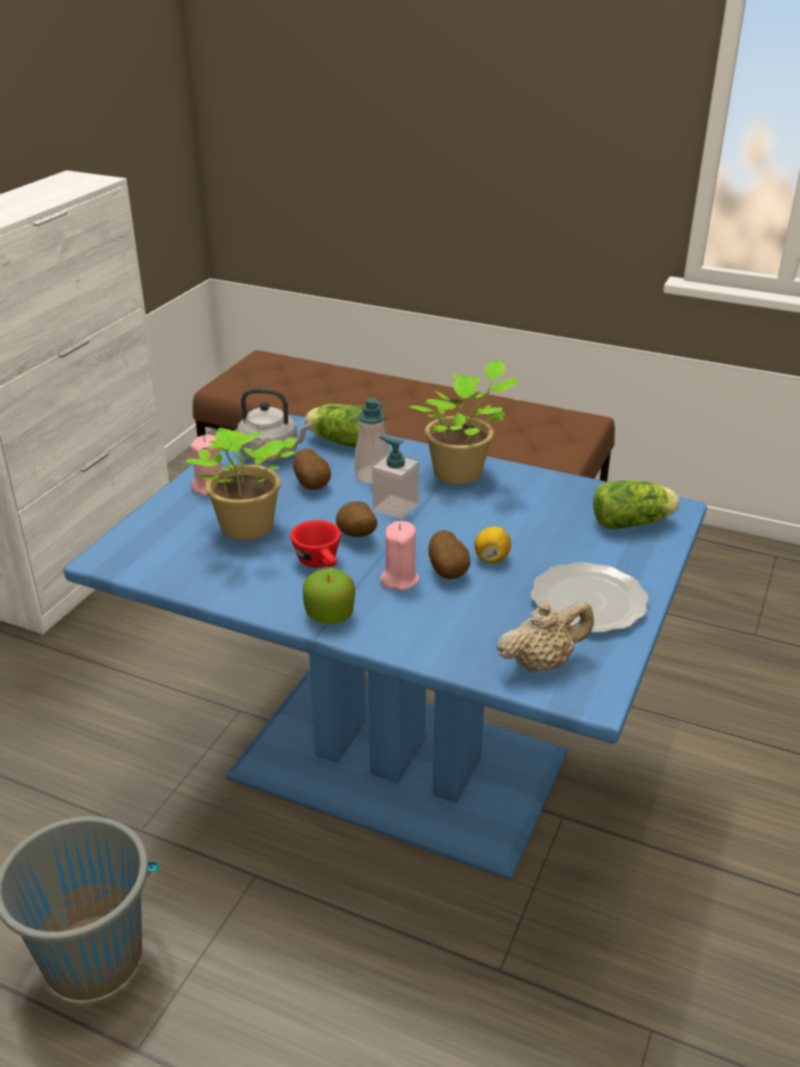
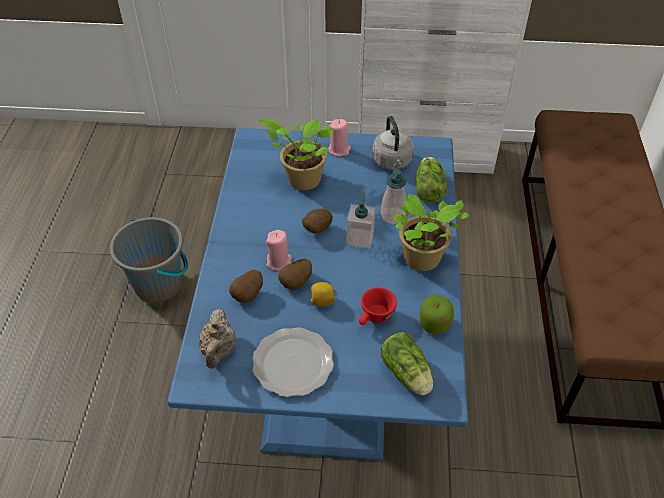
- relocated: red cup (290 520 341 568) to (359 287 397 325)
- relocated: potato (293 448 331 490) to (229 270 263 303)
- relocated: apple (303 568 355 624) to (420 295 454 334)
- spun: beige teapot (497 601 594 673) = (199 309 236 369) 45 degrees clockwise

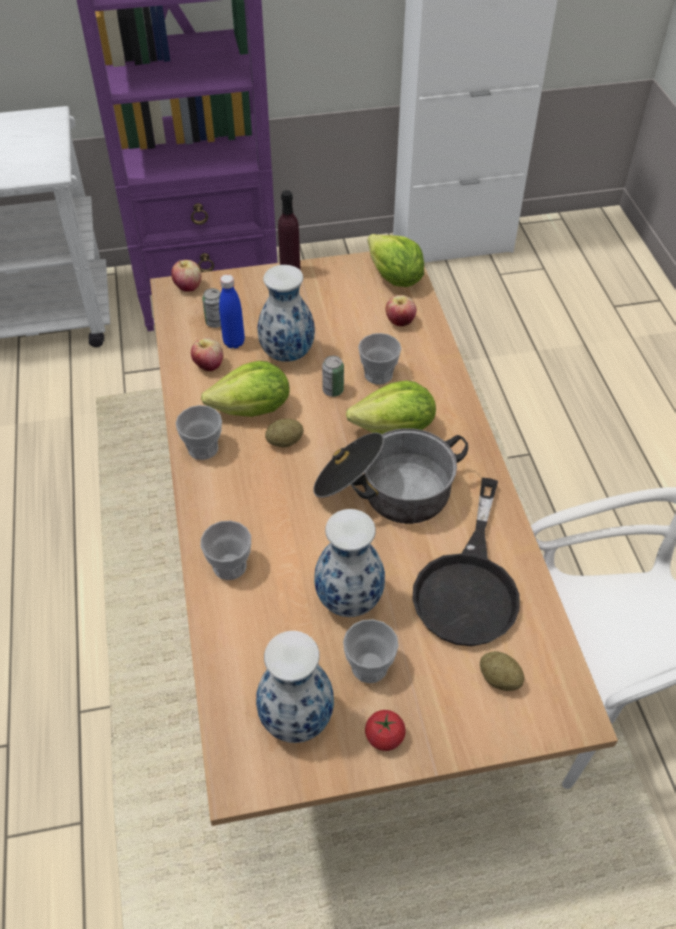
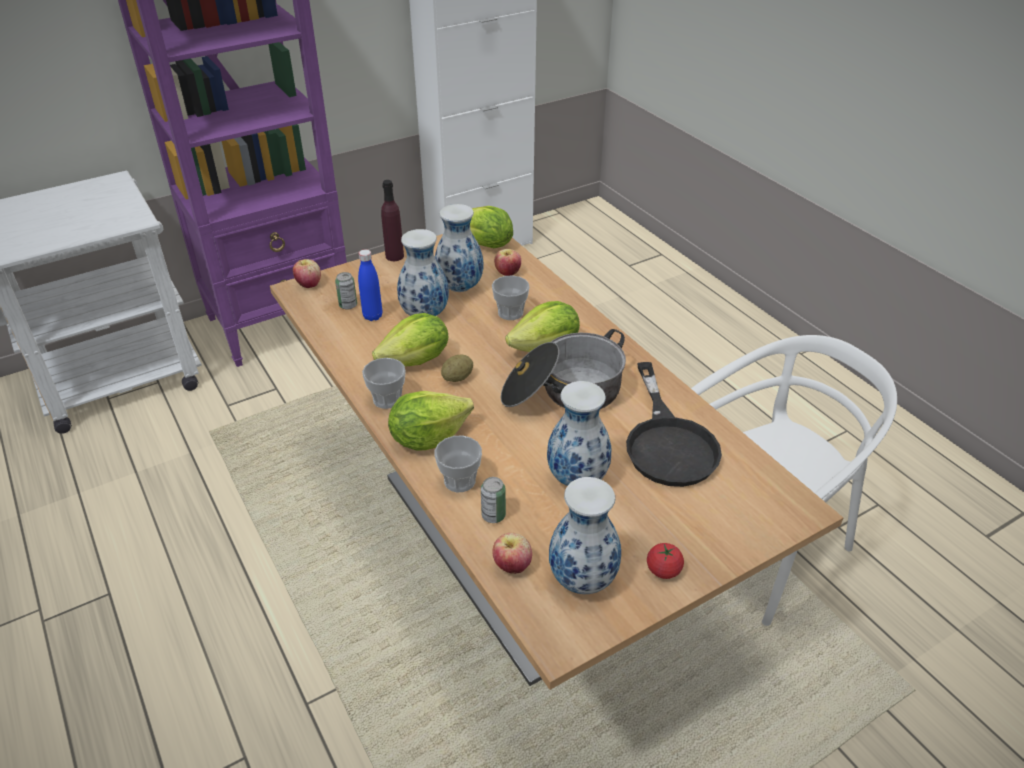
- missing: cup (343 619 399 683)
- missing: potato (480 651 525 691)
- appeared: lettuce (388 391 474 451)
- appeared: vase (435 204 484 292)
- relocated: apple (191 338 223 371) to (492 533 532 574)
- relocated: can (322 355 344 397) to (481 477 506 523)

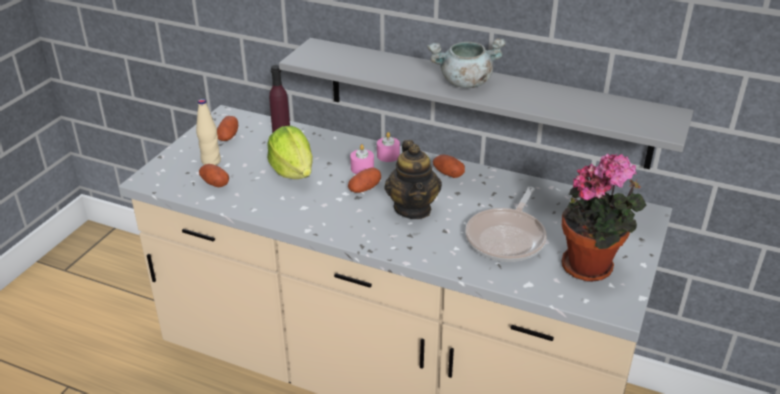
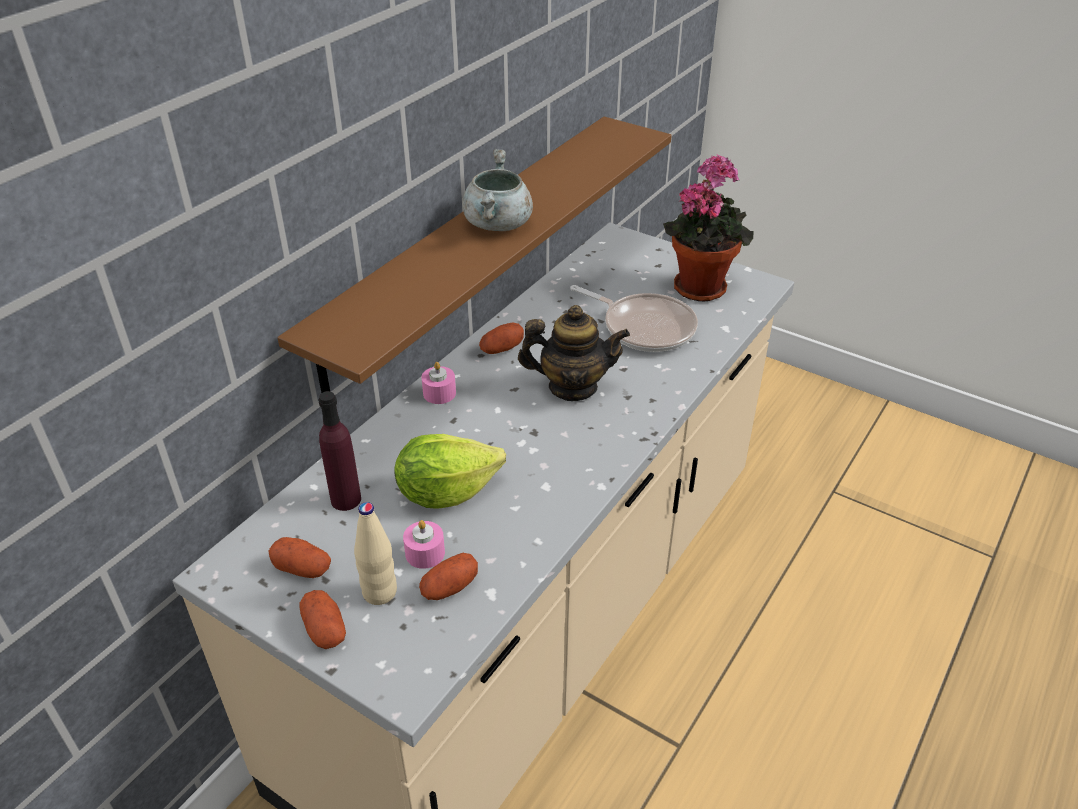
- relocated: potato (348 167 381 193) to (300 590 346 649)
- relocated: pink candle (350 144 374 174) to (403 520 445 569)
- colour: grey shelf (279 38 694 169) to brown shelf (277 117 672 393)

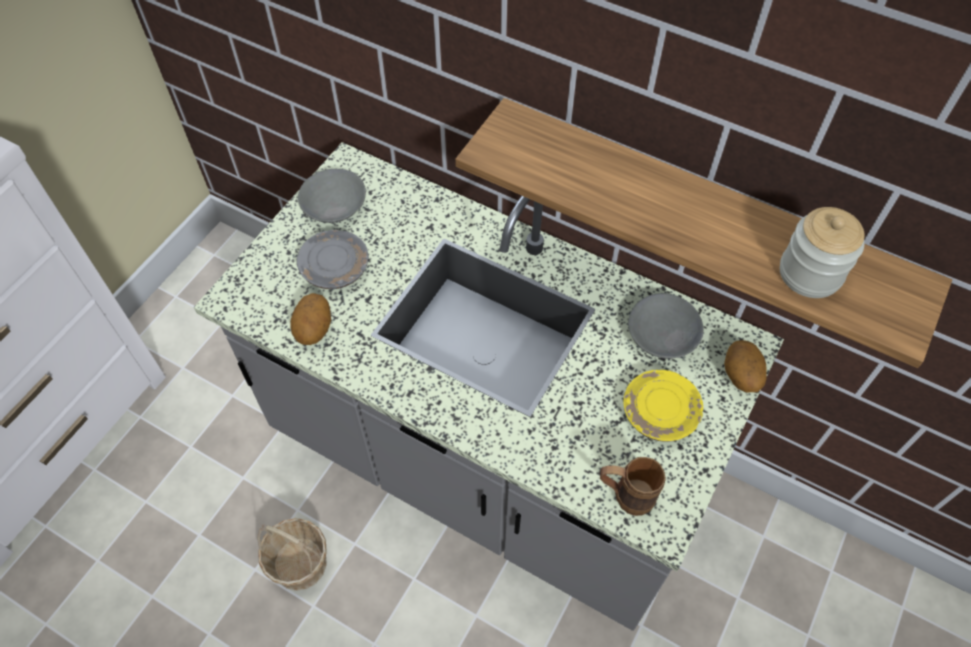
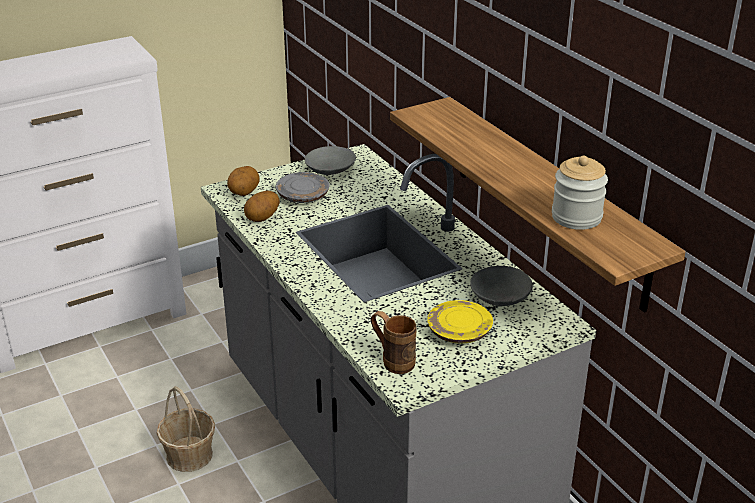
- relocated: potato (724 340 767 392) to (227 166 260 196)

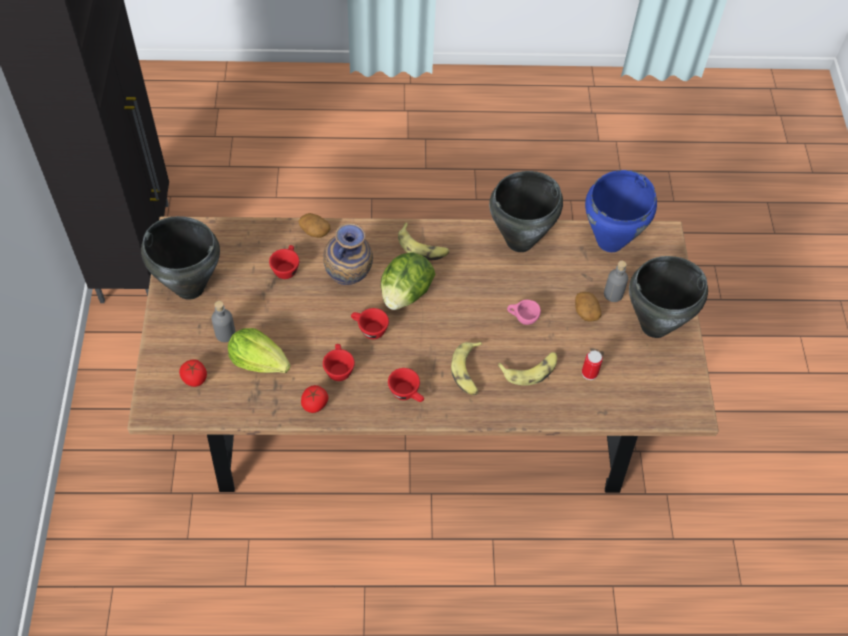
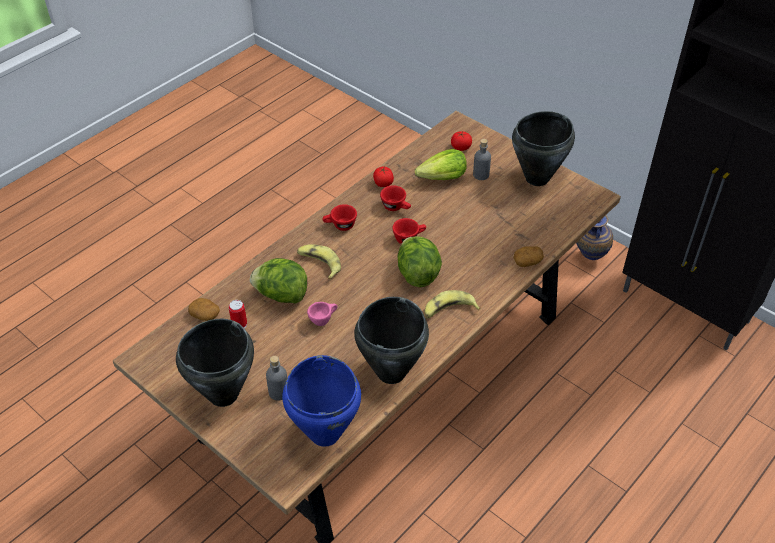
- missing: red cup (269 245 299 279)
- relocated: vase (323 223 373 285) to (576 215 613 260)
- relocated: potato (575 292 601 322) to (188 298 220 321)
- exchanged: banana (498 352 557 385) to lettuce (250 258 307 304)

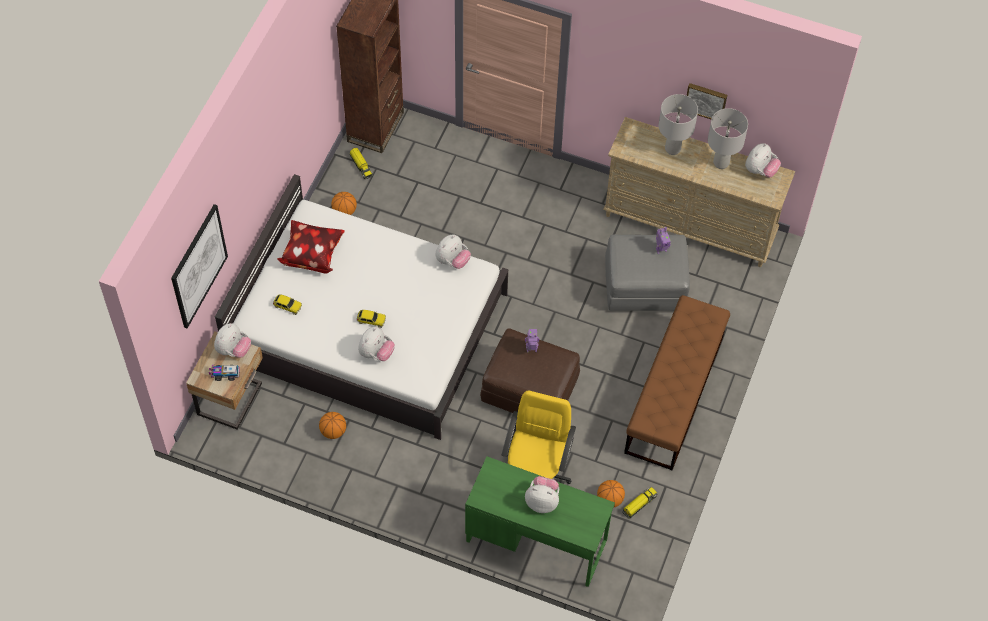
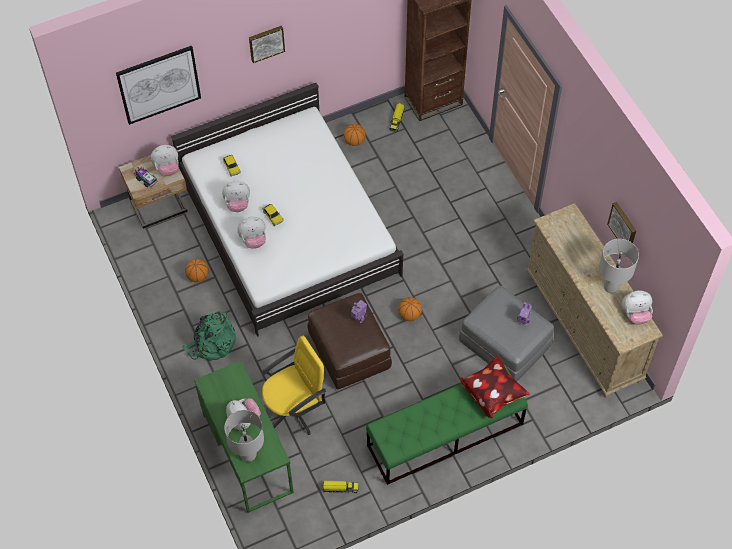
- appeared: green backpack (182 311 236 360)
- appeared: picture (249 26 285 63)
- relocated: pillow (277 220 345 274) to (461 355 530 418)
- relocated: plush toy (436 234 471 269) to (222 181 250 212)
- relocated: basketball (597 480 625 508) to (398 297 422 321)
- relocated: grey table lamp (658 94 698 155) to (224 410 264 462)
- colour: brown bench (624 295 730 470) to green bench (366 365 528 485)

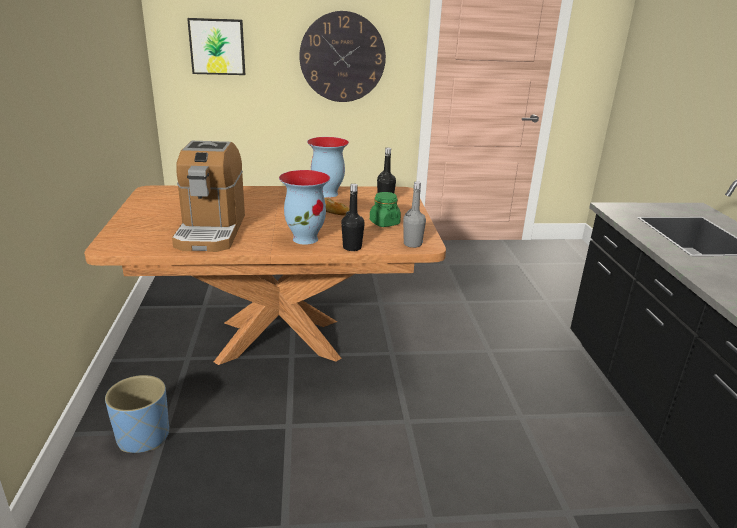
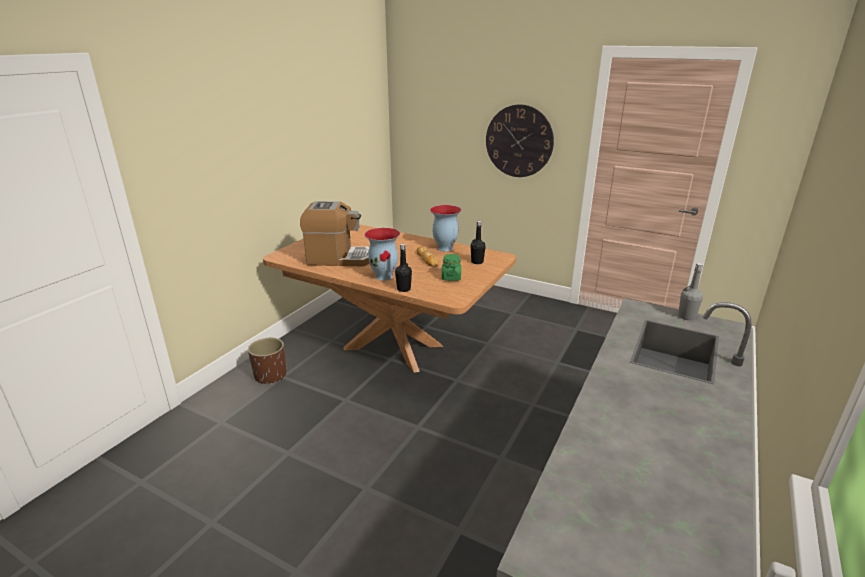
- missing: picture (187 18 245 75)
- relocated: grey bottle (403 182 426 248) to (678 263 703 320)
- colour: blue planter (105 375 169 453) to brown planter (248 338 286 385)
- spun: coffee machine (172 141 245 252) = (300 201 370 266) 120 degrees counterclockwise

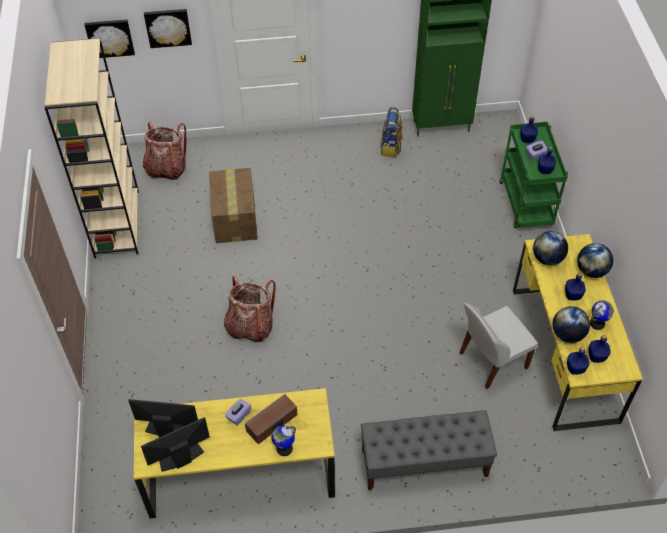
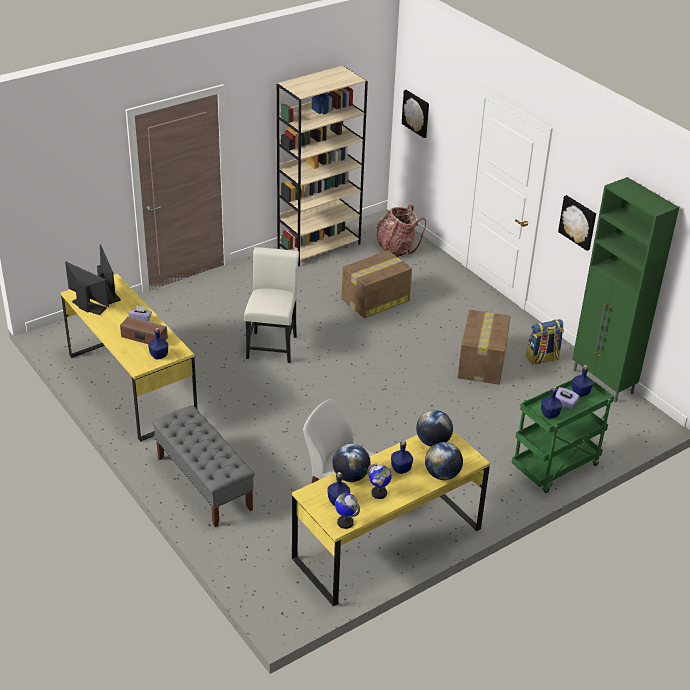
- appeared: cardboard box (458 310 511 385)
- relocated: picture (144 9 192 48) to (558 195 596 251)
- relocated: globe (272 425 296 456) to (335 493 360 529)
- relocated: blue bottle (567 347 589 375) to (148 328 168 360)
- exchanged: backpack (224 275 276 342) to white chair (244 247 299 363)

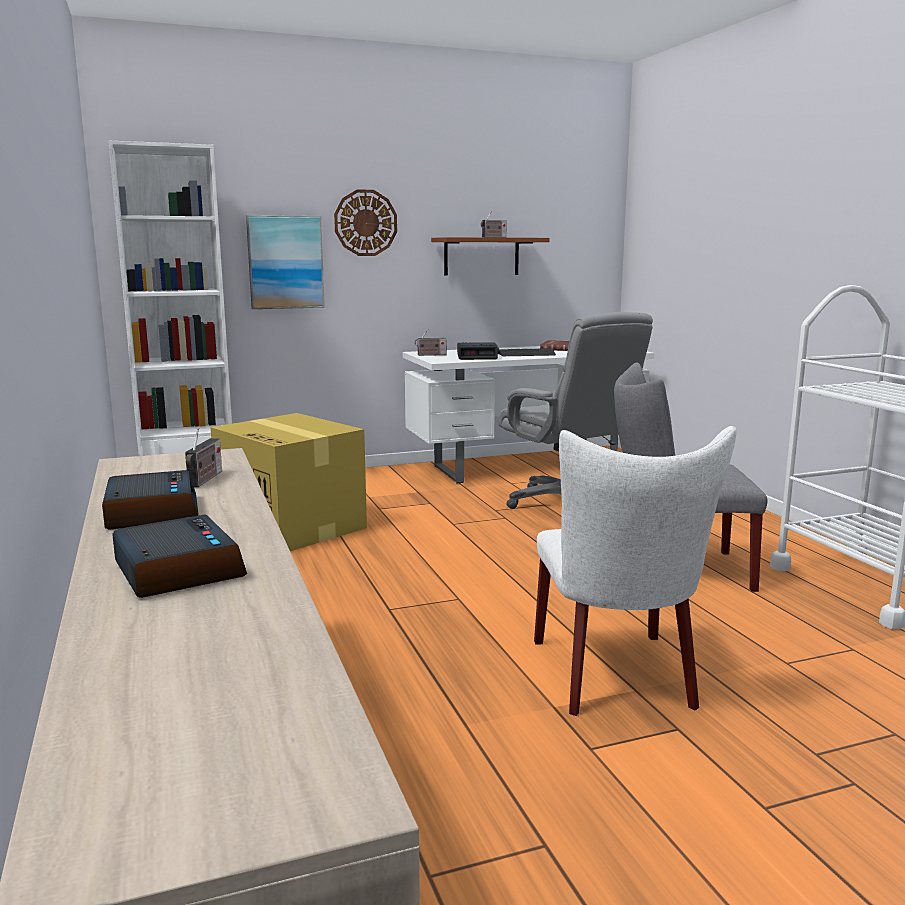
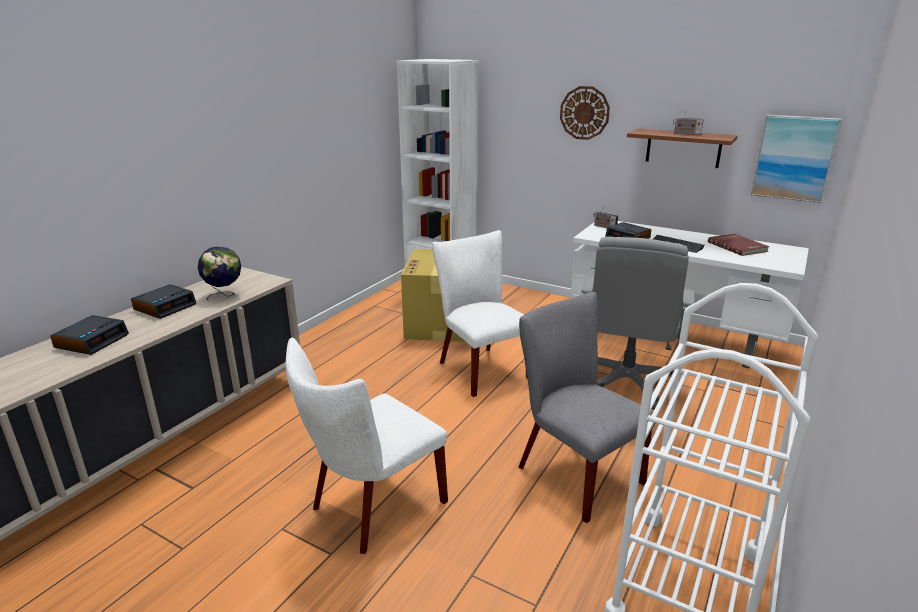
- appeared: white chair (432 230 527 397)
- relocated: picture (246 215 325 309) to (751 115 842 203)
- exchanged: radio (185 428 222 487) to globe (198 246 241 300)

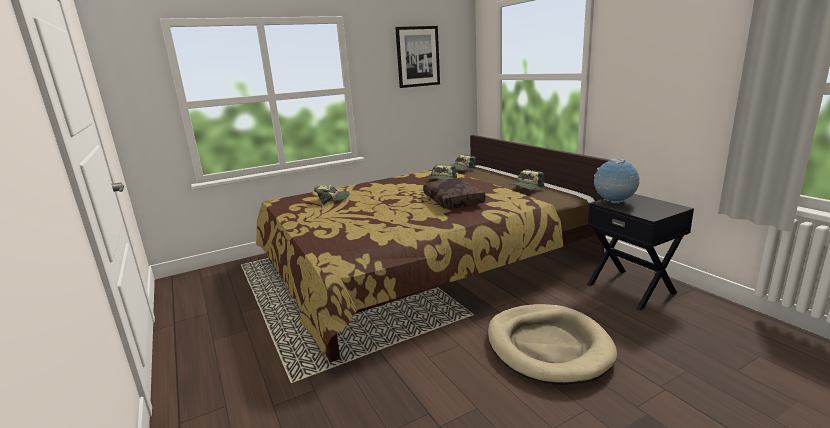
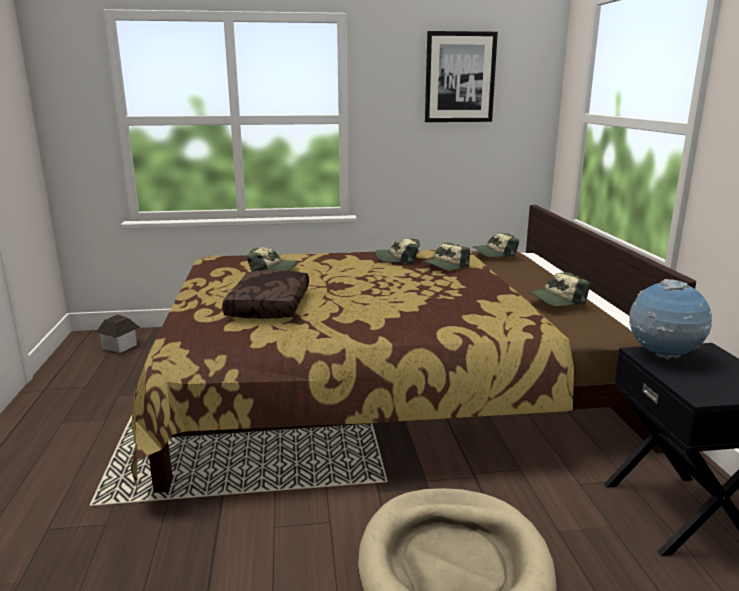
- appeared: toy house (95 314 140 353)
- appeared: cap (376 238 420 264)
- relocated: brown pillow (423 179 486 209) to (222 270 309 318)

